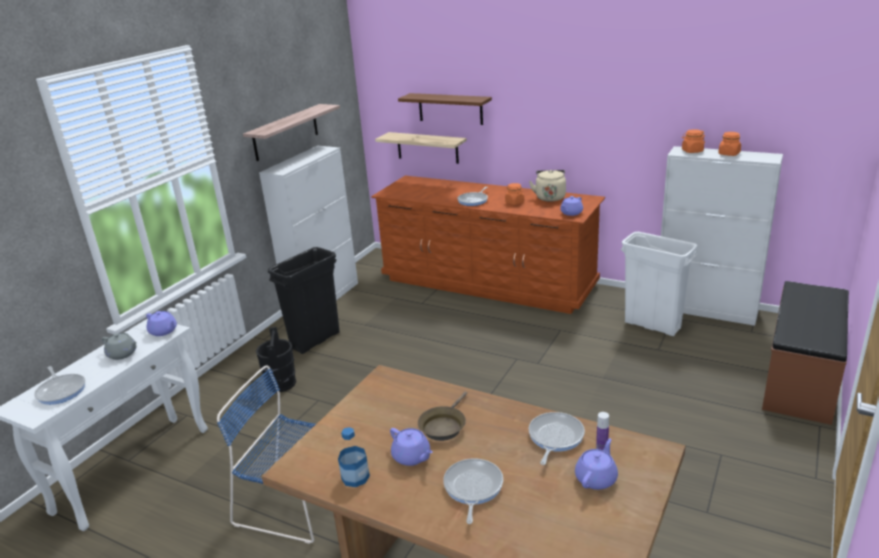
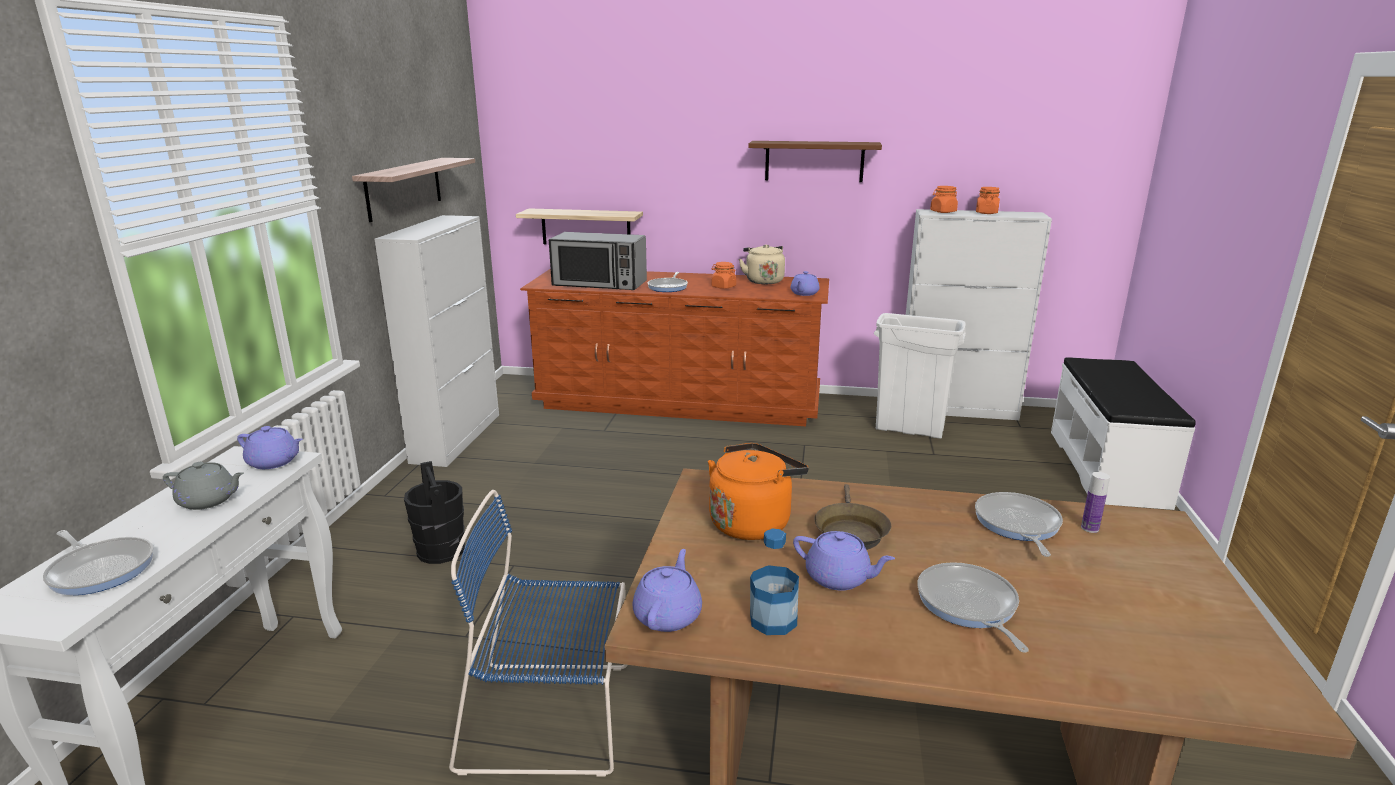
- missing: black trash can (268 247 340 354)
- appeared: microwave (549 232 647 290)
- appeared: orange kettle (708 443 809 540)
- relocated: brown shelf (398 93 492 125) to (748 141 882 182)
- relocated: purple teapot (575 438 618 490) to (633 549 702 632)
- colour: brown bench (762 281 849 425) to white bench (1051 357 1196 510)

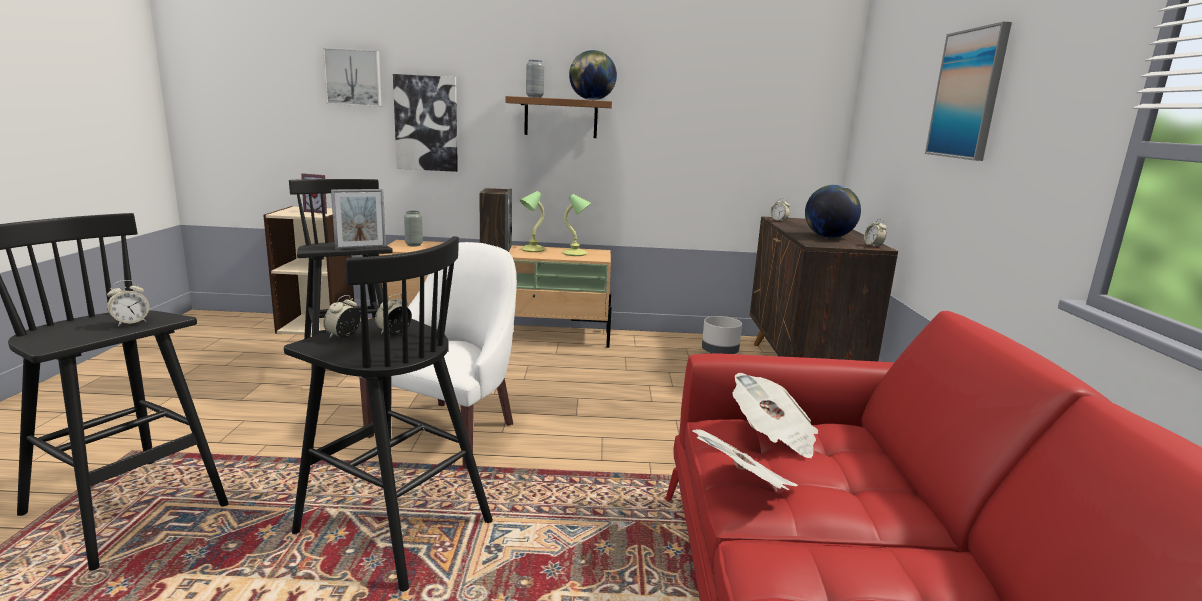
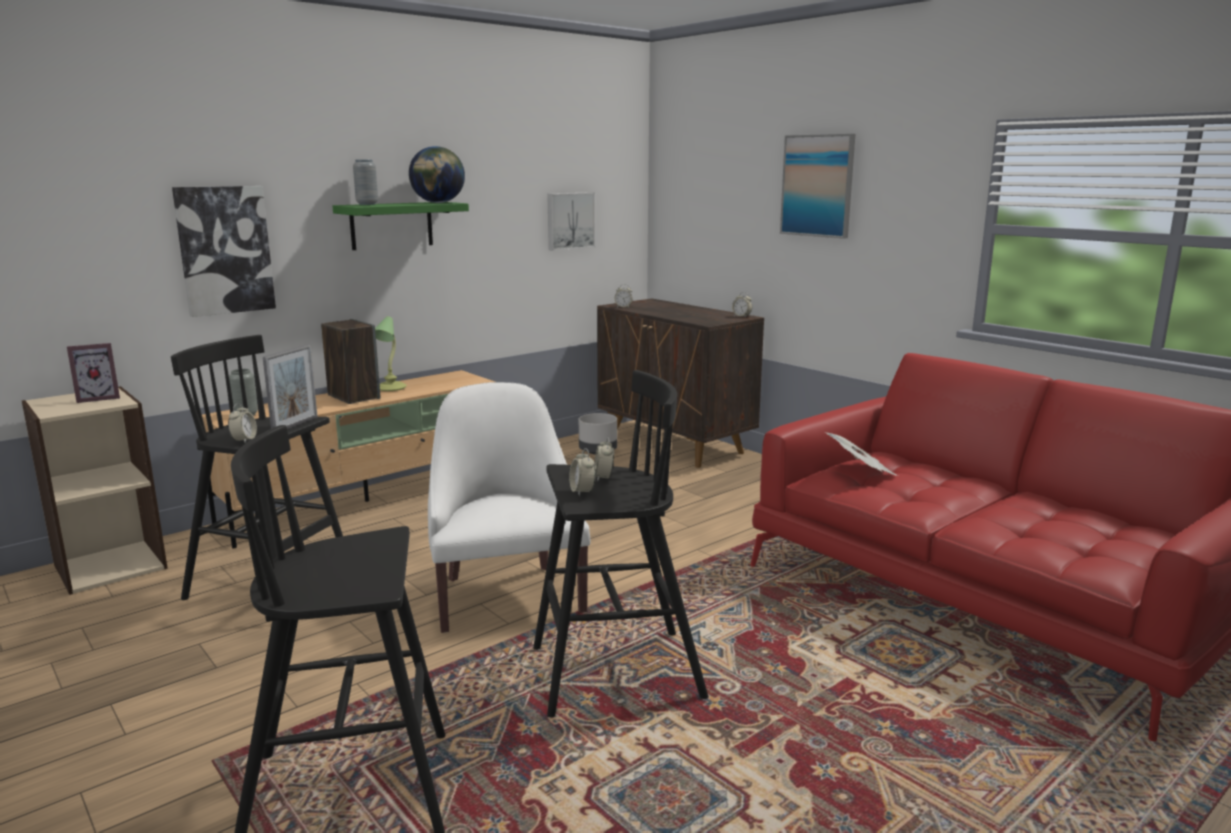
- missing: table lamp (562 194 591 256)
- missing: newspaper (692 429 798 490)
- missing: globe (805 185 861 238)
- relocated: alarm clock (107 280 149 326) to (228 404 257 443)
- relocated: picture (323 47 382 107) to (547 192 595 251)
- colour: brown shelf (505 96 612 138) to green shelf (333 202 469 250)

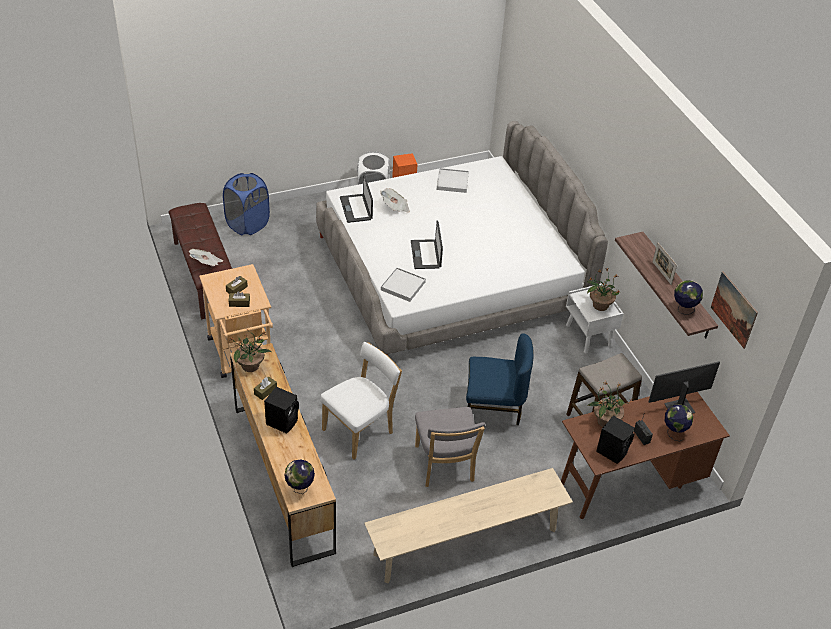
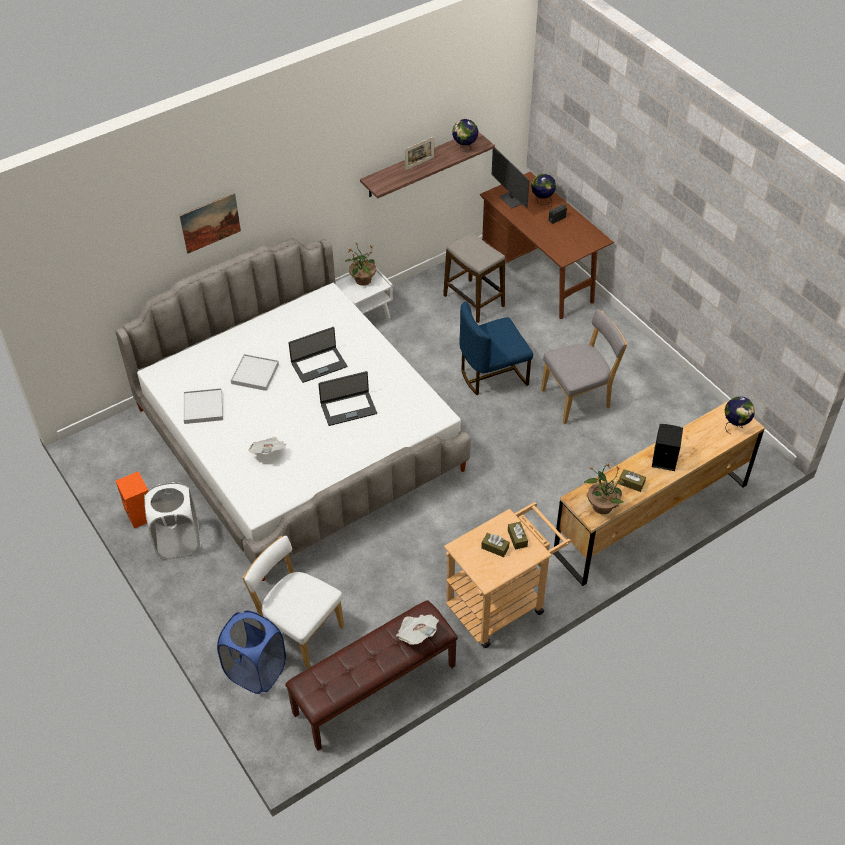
- missing: beige bench (364 468 573 583)
- missing: potted plant (587 381 633 427)
- missing: black speaker (596 416 635 464)
- relocated: white chair (320 342 402 460) to (242 536 344 669)
- relocated: laptop (340 175 373 223) to (289 327 347 383)
- relocated: white tray (381 267 426 302) to (231 354 279 391)
- relocated: picture (711 271 758 349) to (179 193 241 254)
- spun: blue chair (466 333 534 425) = (459 301 533 395) 105 degrees counterclockwise

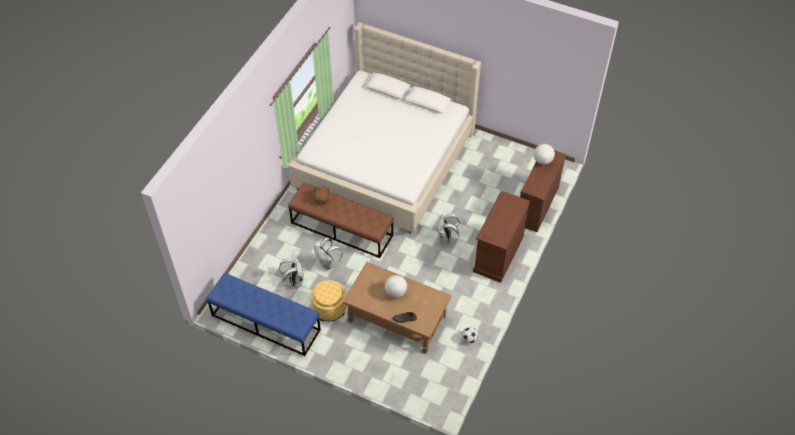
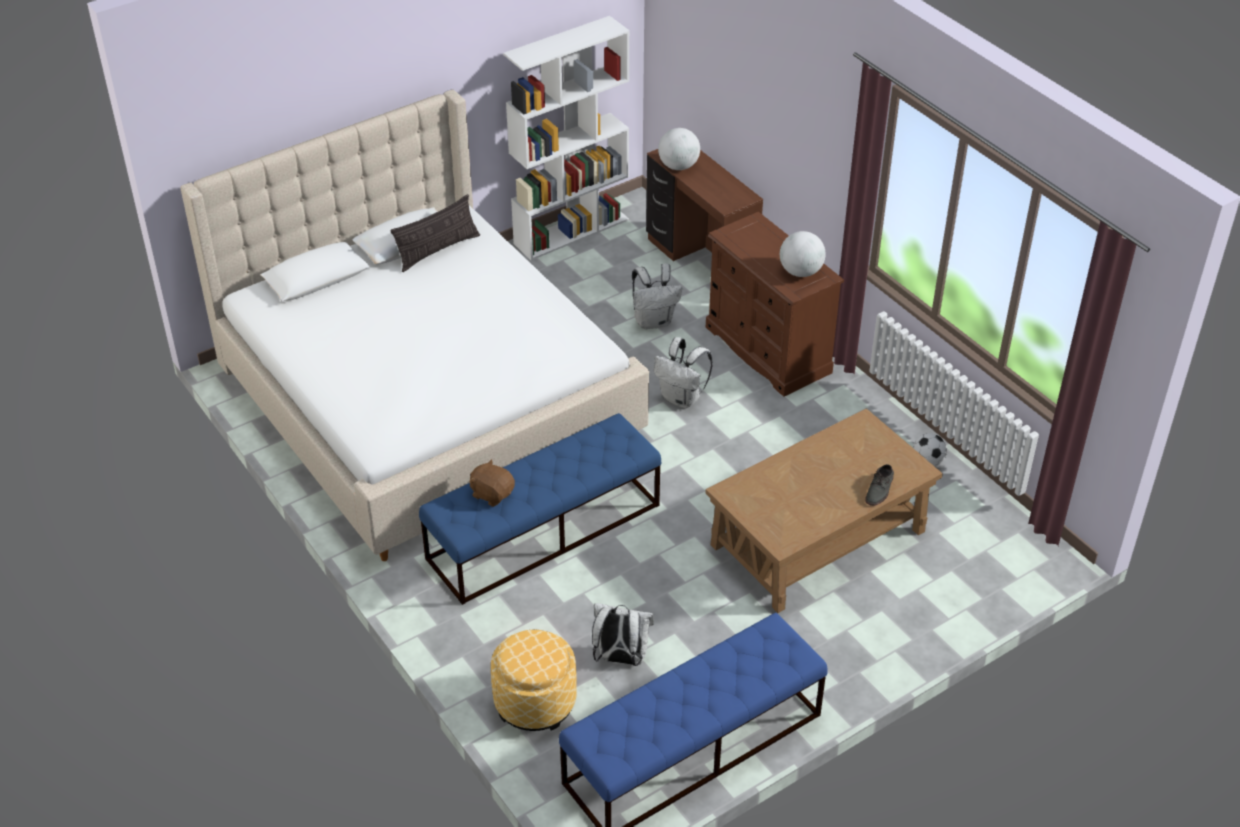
- appeared: pillow (391 194 480 272)
- appeared: white bookcase (503 16 630 260)
- relocated: ottoman (311 280 347 322) to (491 630 577 731)
- relocated: white backpack (314 238 342 270) to (632 264 682 329)
- relocated: globe (385 275 407 298) to (780 231 826 277)
- colour: brown bench (288 182 394 258) to blue bench (419 413 661 605)

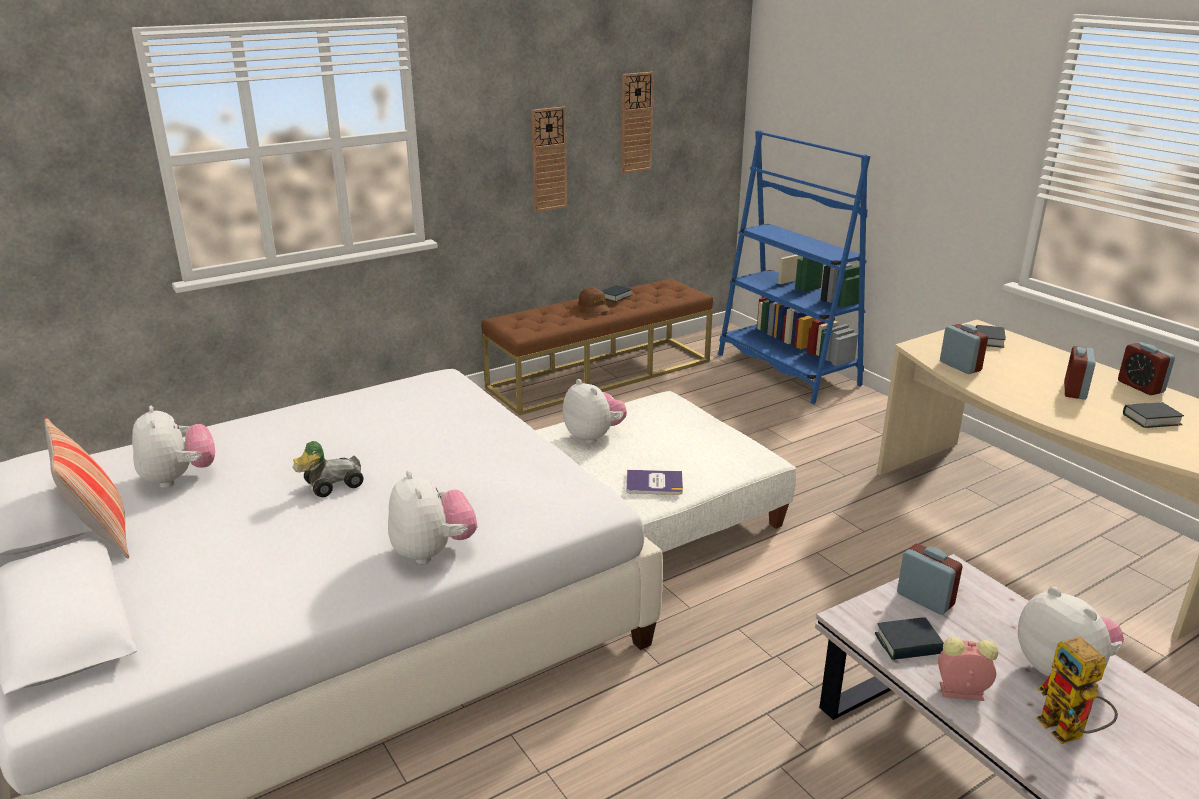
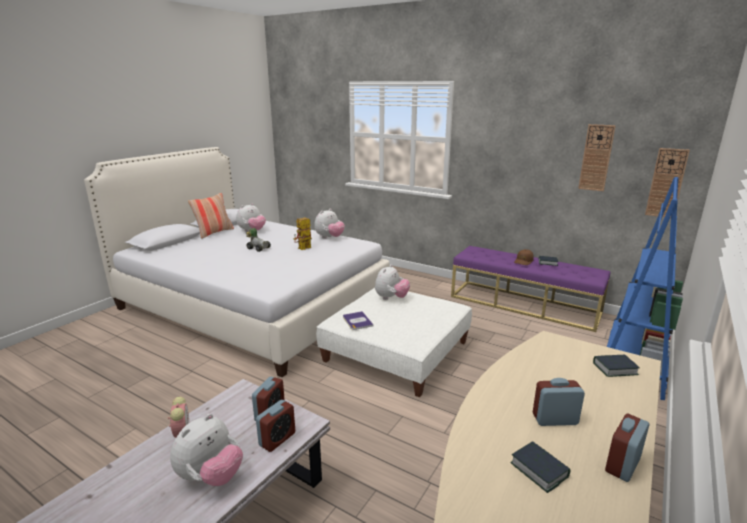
- missing: book (875 617 944 660)
- relocated: plush toy (388 470 478 564) to (314 208 345 239)
- relocated: wall clock (531 107 567 212) to (645 148 690 218)
- relocated: alarm clock (940 324 988 374) to (256 400 295 452)
- relocated: toy robot (1036 636 1118 744) to (293 217 312 250)
- colour: brown bench (481 279 713 415) to purple bench (451 246 610 332)

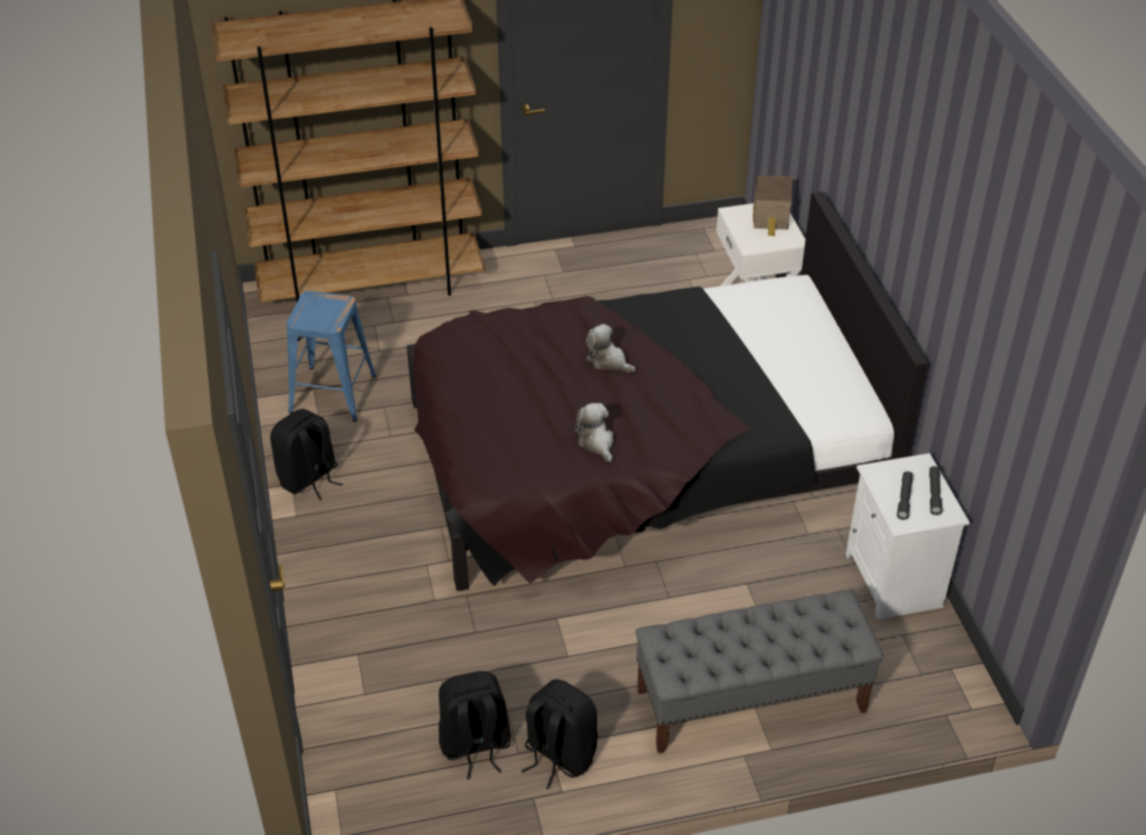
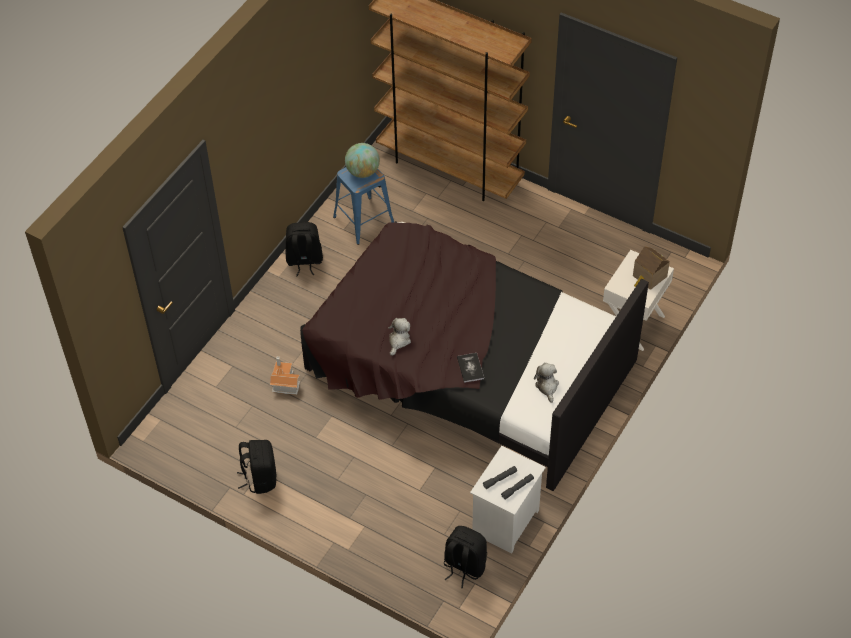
- missing: grey bench (636 589 884 754)
- appeared: toy house (270 357 300 395)
- appeared: globe (345 143 380 178)
- appeared: book (457 353 484 383)
- relocated: black backpack (439 671 511 779) to (444 526 487 588)
- relocated: plush toy (586 324 636 373) to (534 363 559 403)

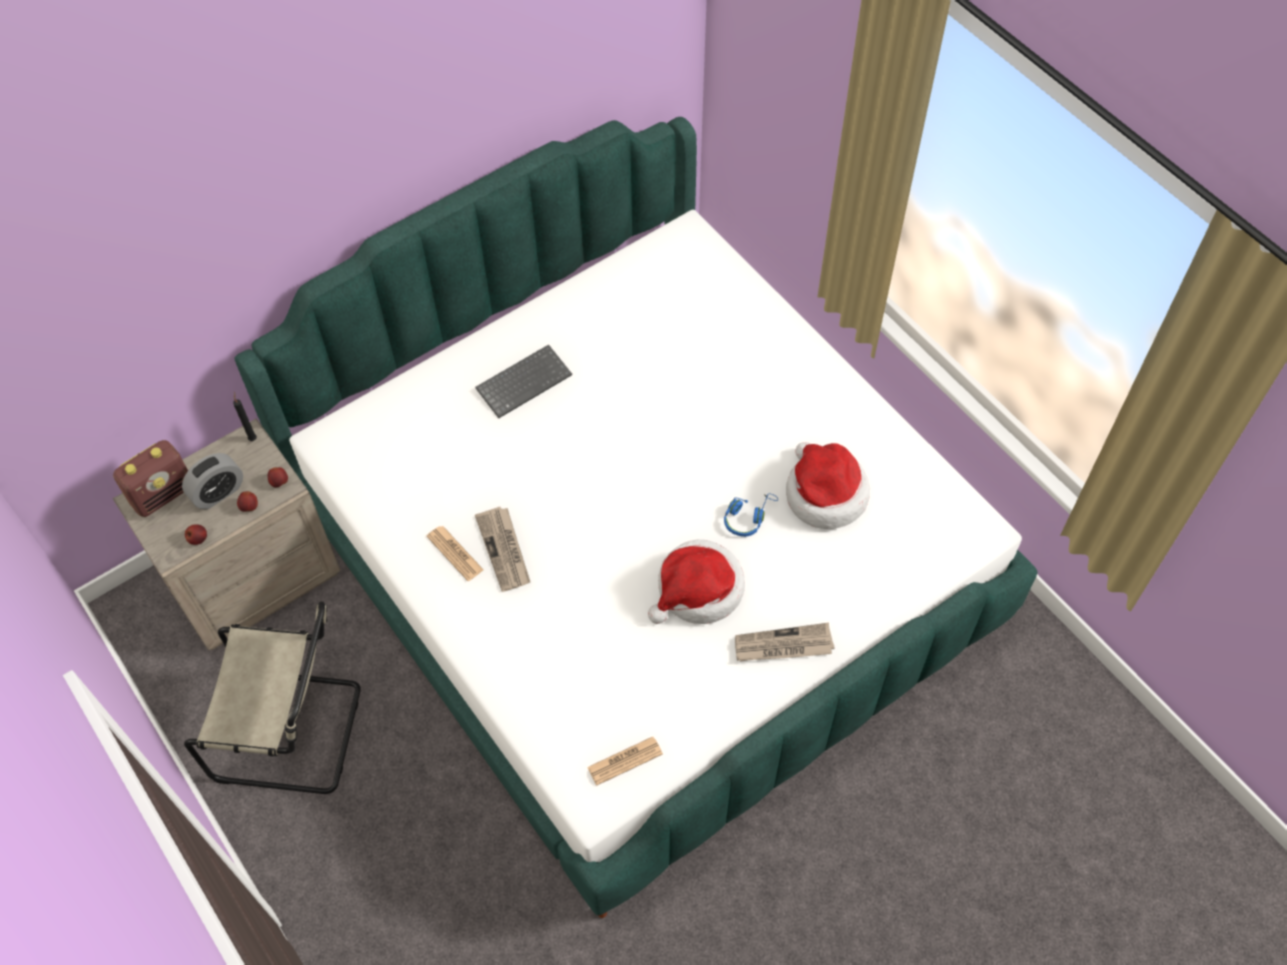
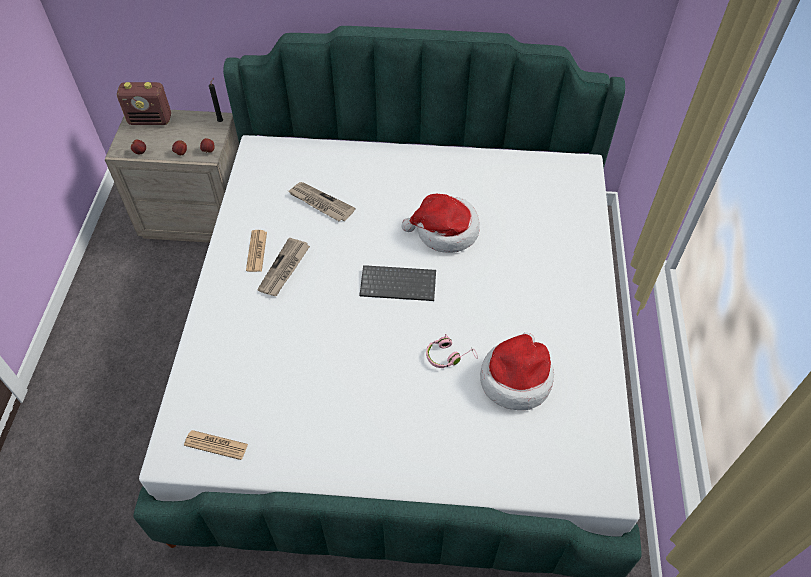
- missing: alarm clock (182 453 243 509)
- missing: beige chair (184 601 361 794)
- relocated: keyboard (475 345 572 418) to (359 265 436 301)
- relocated: hat (648 539 745 624) to (402 193 480 253)
- relocated: newspaper (735 623 835 661) to (288 182 356 221)
- colour: blue headphones (724 493 778 537) to pink headphones (426 334 478 368)

